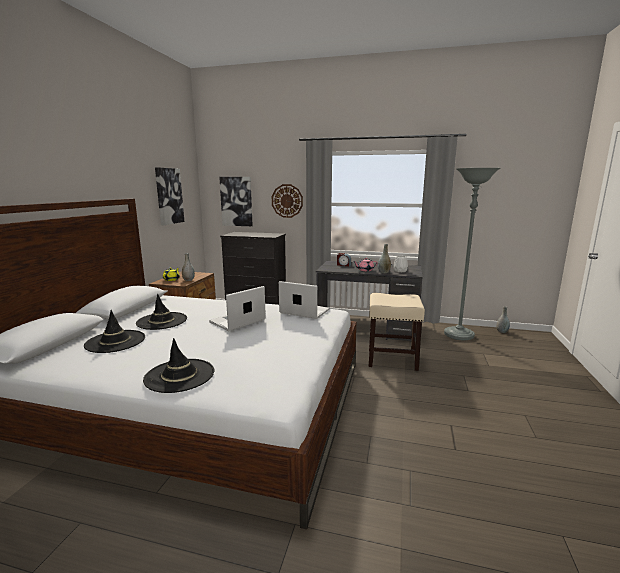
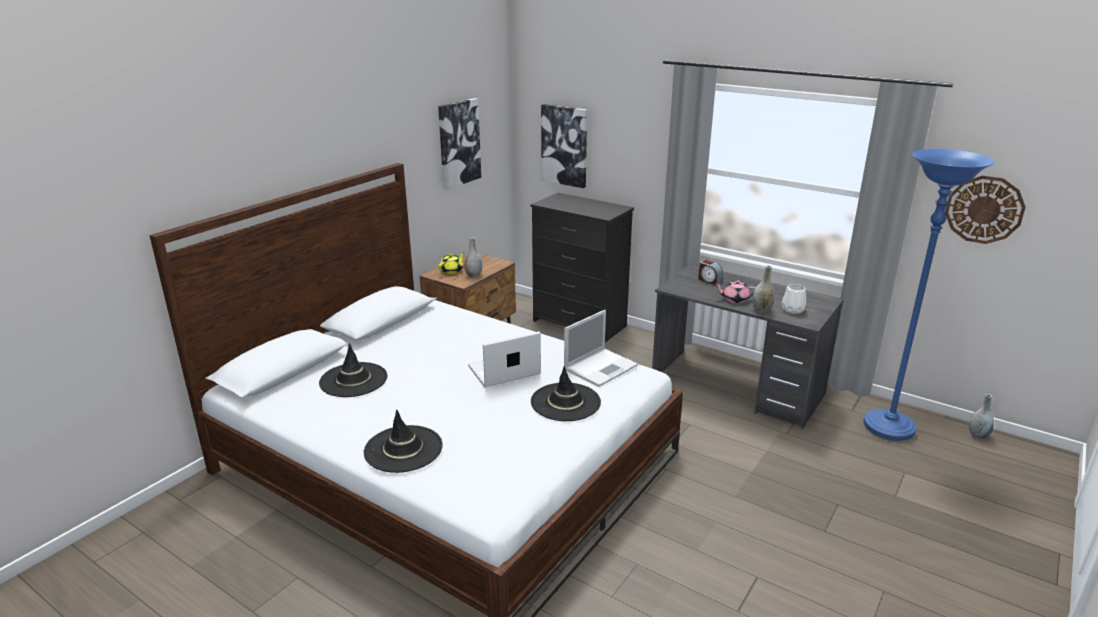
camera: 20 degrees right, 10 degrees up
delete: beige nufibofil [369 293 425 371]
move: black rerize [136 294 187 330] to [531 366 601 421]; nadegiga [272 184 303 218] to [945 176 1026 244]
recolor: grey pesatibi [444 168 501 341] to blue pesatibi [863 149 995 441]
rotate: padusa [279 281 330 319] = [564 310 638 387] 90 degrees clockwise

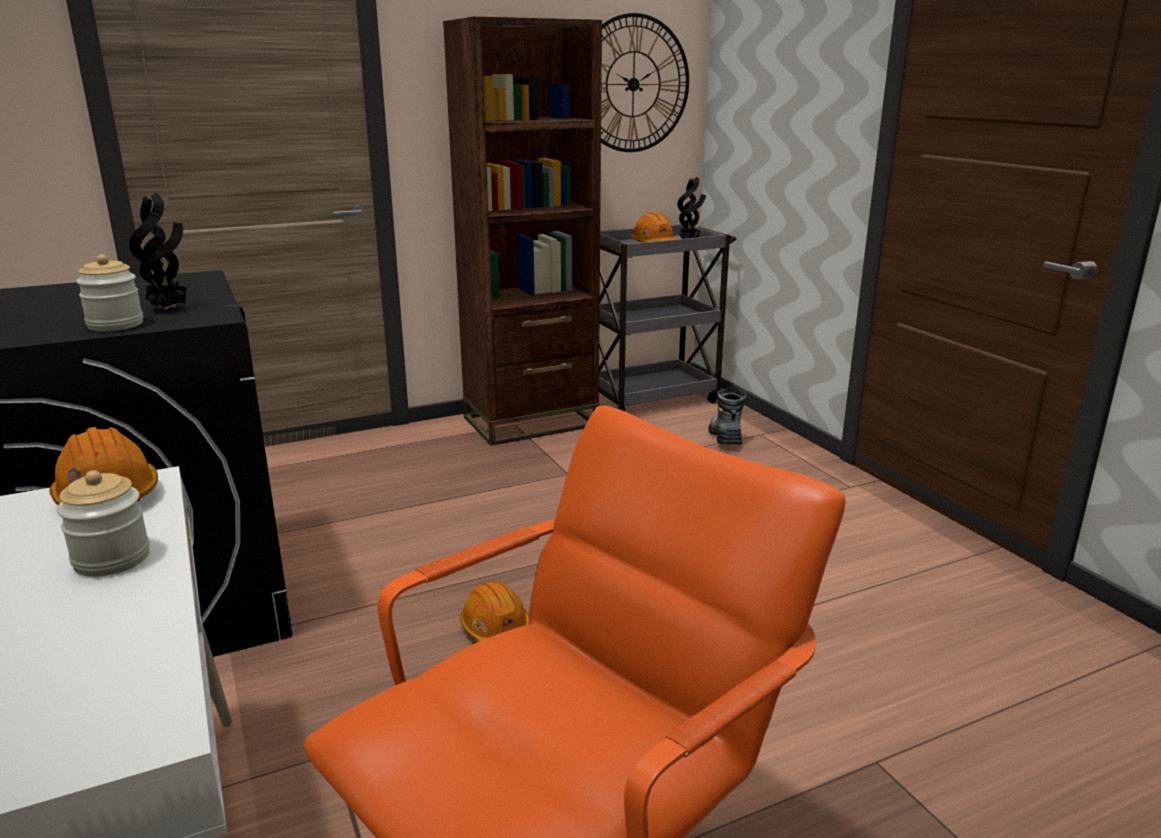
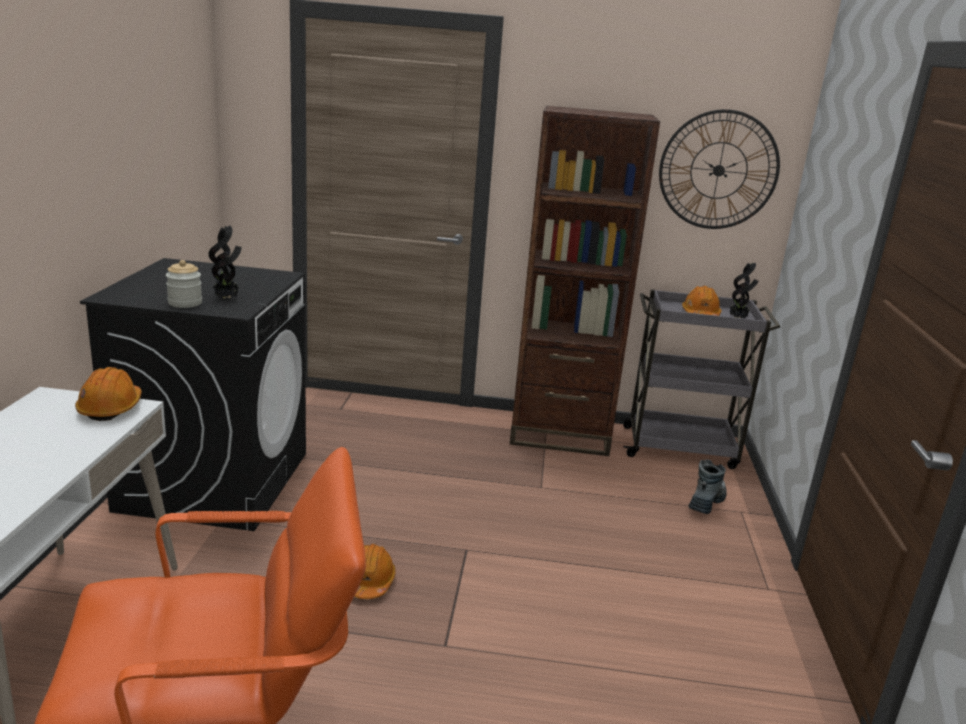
camera: 30 degrees right, 0 degrees up
delete: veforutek [57 470 150 577]

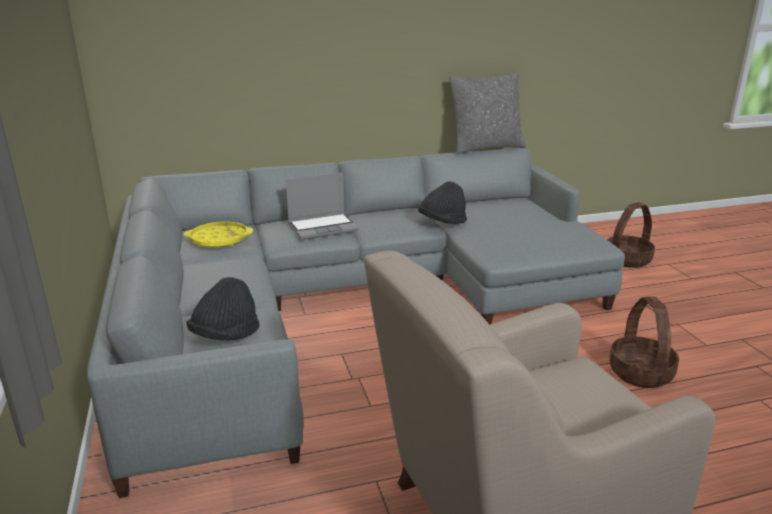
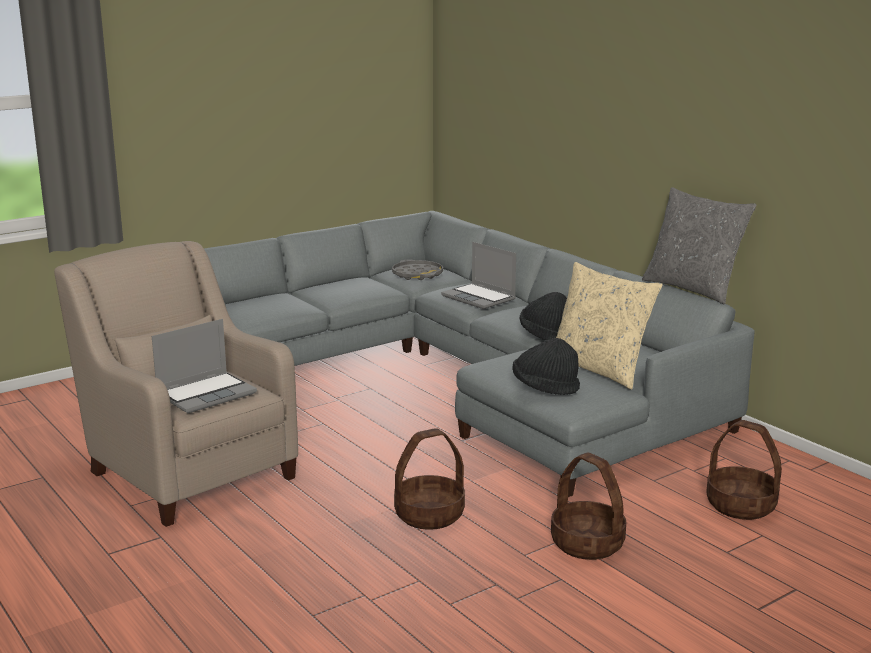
camera: 70 degrees right, 5 degrees down
insert: padusa [152 319 257 413]; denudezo [551 453 626 560]; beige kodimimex [556 262 663 389]
move: black rerize [186 277 260 341] to [513 338 580 395]
recolor: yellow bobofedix [184 221 253 248] to grey bobofedix [392 259 443 280]

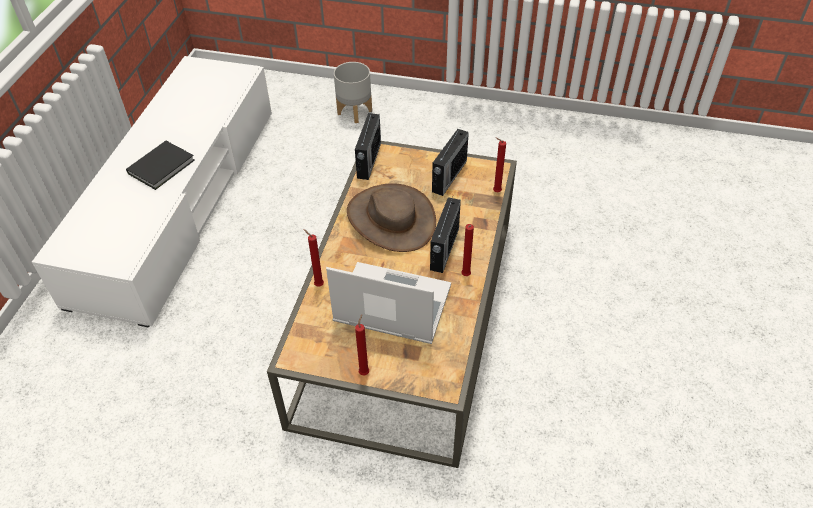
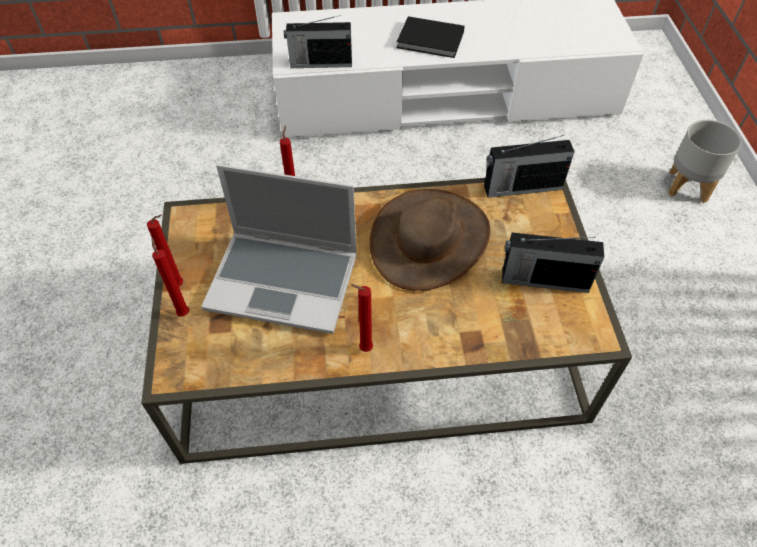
camera: 70 degrees right, 5 degrees up
move: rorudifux [430 197 461 273] to [284 15 352 68]; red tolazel [493 138 506 192] to [151 237 189 317]
rotate: padusa [326 262 451 344] = [201 164 357 334] 105 degrees clockwise

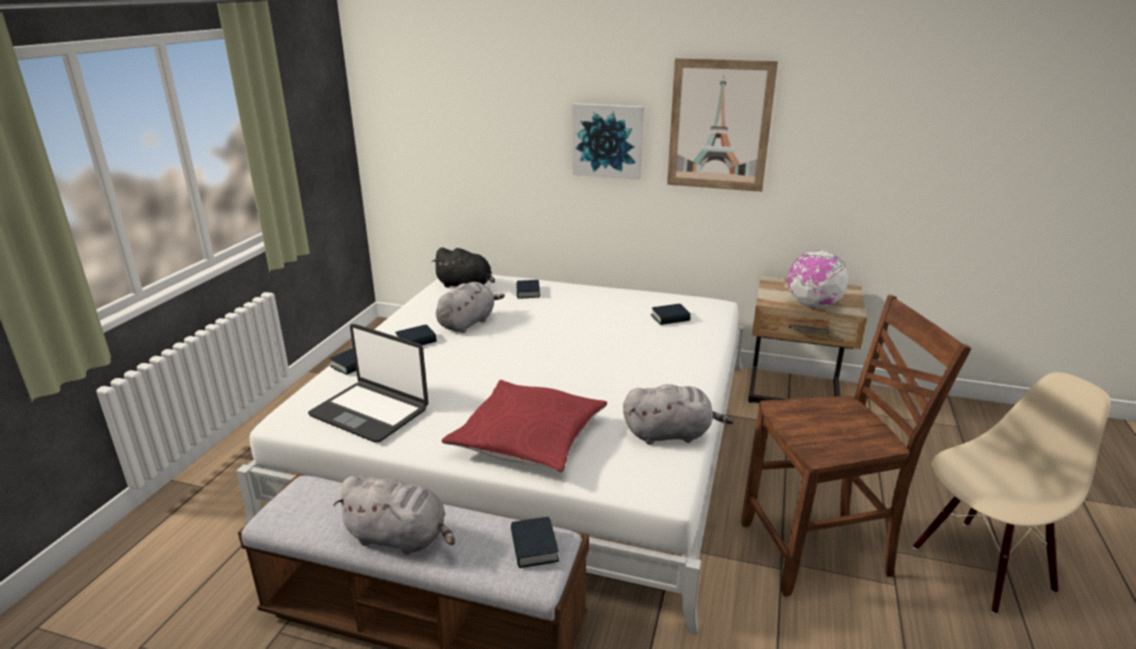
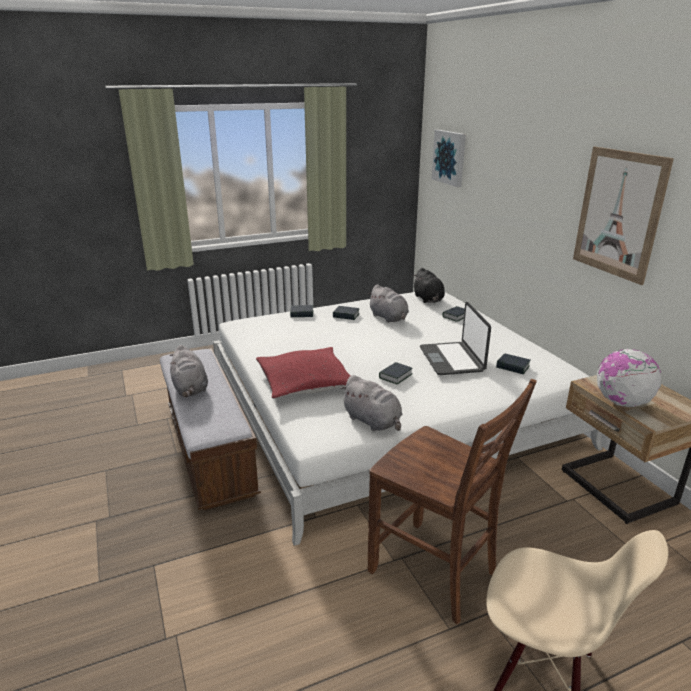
camera: 50 degrees right, 0 degrees up
move: padusa [308 324 428 443] to [420 302 491 375]; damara [511 517 559 568] to [379 362 413 384]; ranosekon [572 103 644 180] to [432 130 466 187]
rotate: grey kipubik [436 282 505 333] = [367 284 409 323] 60 degrees clockwise

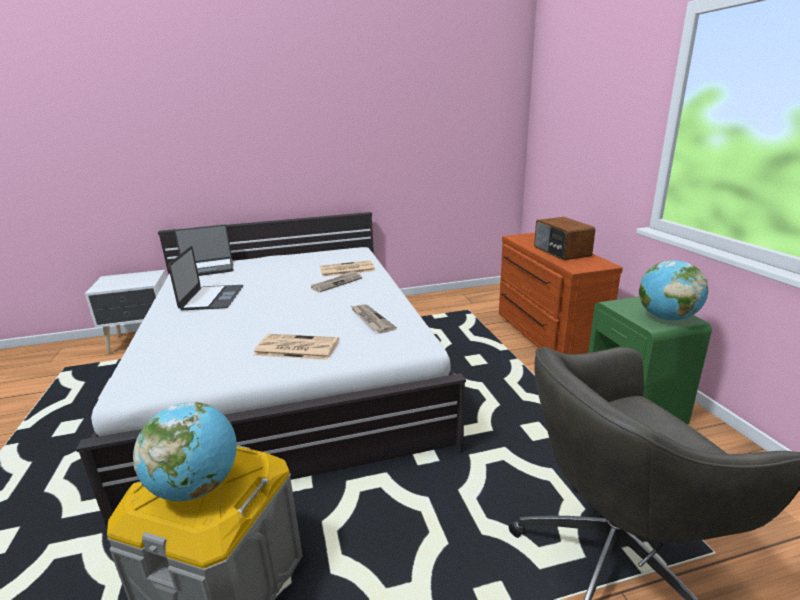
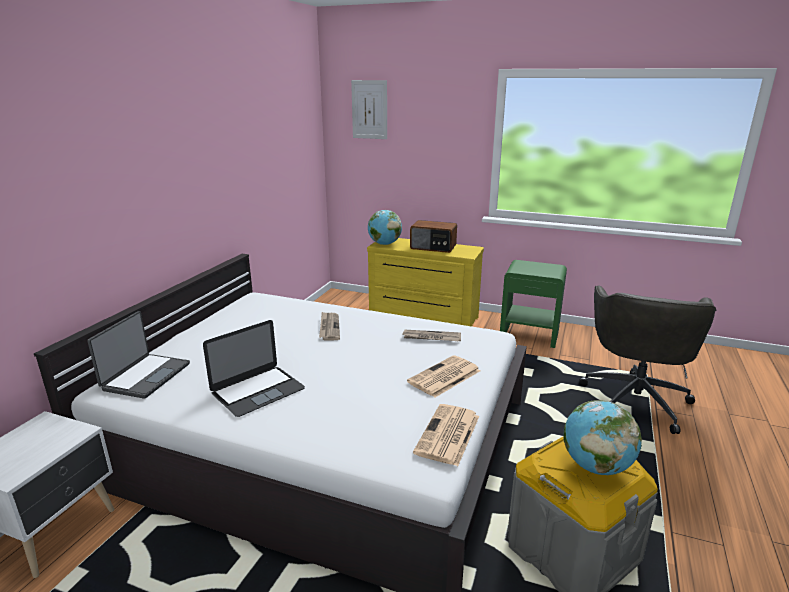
camera: 55 degrees left, 0 degrees up
insert: ranosekon [351 80 387 139]
move: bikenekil [320 260 375 277] to [413 404 479 466]; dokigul [639 260 708 321] to [368 210 402 245]
recolor: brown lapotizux [499 233 623 354] to yellow lapotizux [367 238 484 326]
rotate: padusa [168 246 244 310] = [203 320 305 417] 105 degrees clockwise

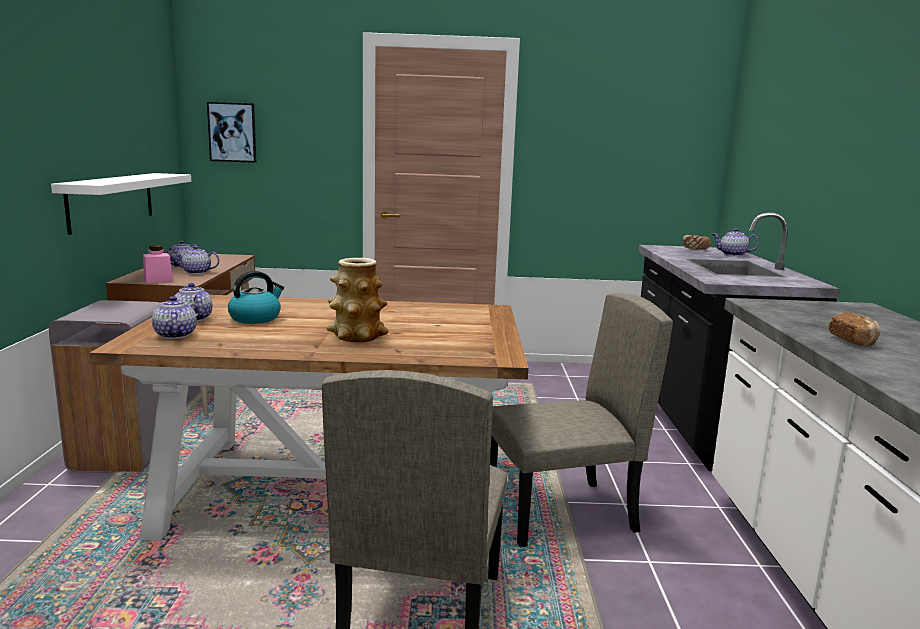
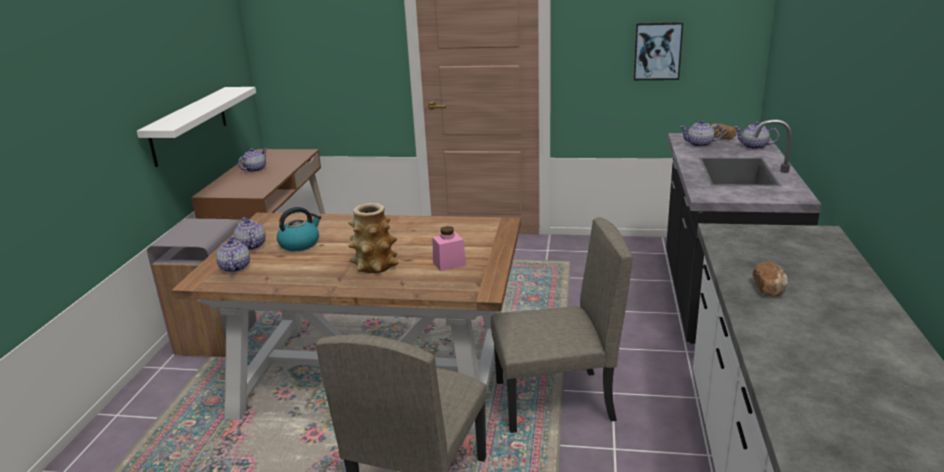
camera: 10 degrees right, 10 degrees up
move: pink veforutek [143 245 173 283] to [432 226 466 271]; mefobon [173 246 220 274] to [680 120 723 147]; ranosekon [207 102 256 163] to [634 22 683 80]

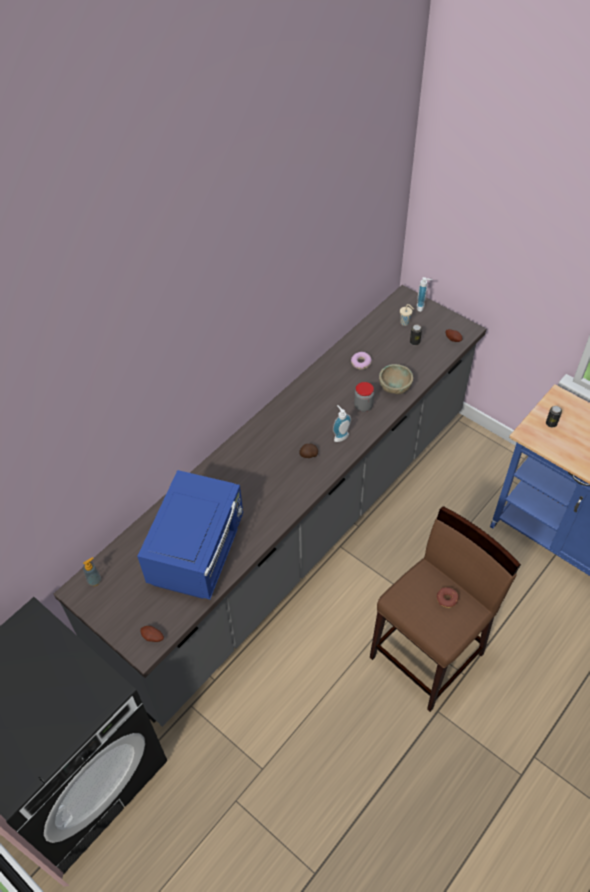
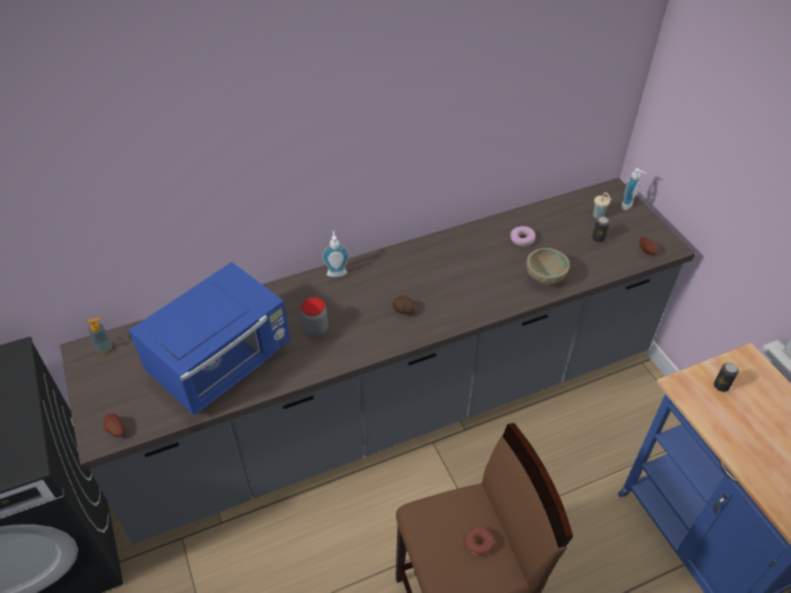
camera: 25 degrees right, 5 degrees down
move: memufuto [333 405 351 442] to [322 231 349 277]; veforutek [354 382 374 412] to [301 297 328 336]

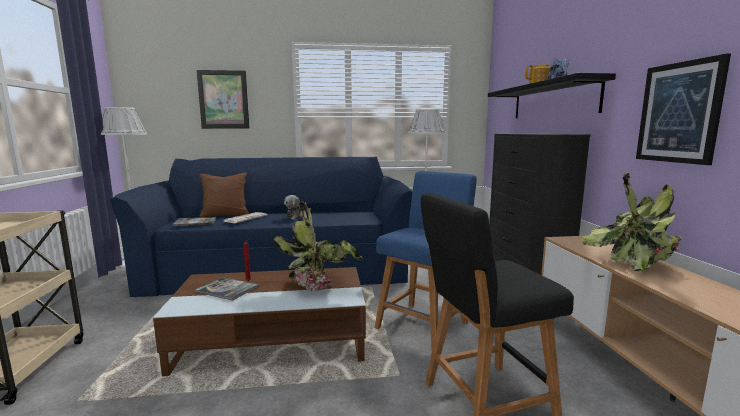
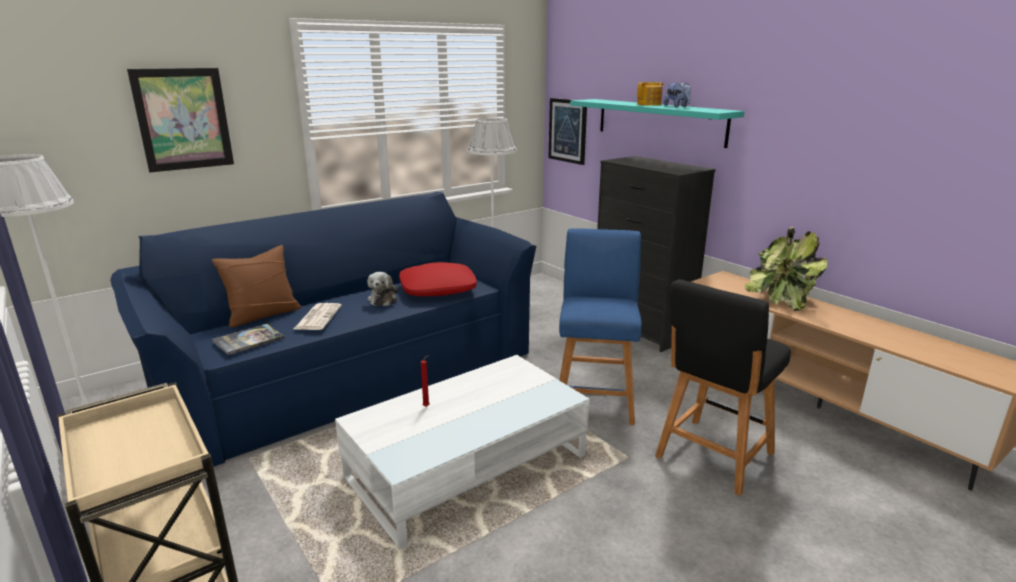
camera: 30 degrees left, 10 degrees up
delete: damara [195 277 259 301]; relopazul [274 202 363 291]
insert: red kodimimex [399 262 477 297]
move: ranosekon [636 53 731 165] to [548 98 587 165]
recolor: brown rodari [153 267 366 377] to white rodari [335 355 589 550]; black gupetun [488 73 616 118] to turquoise gupetun [570 99 745 148]

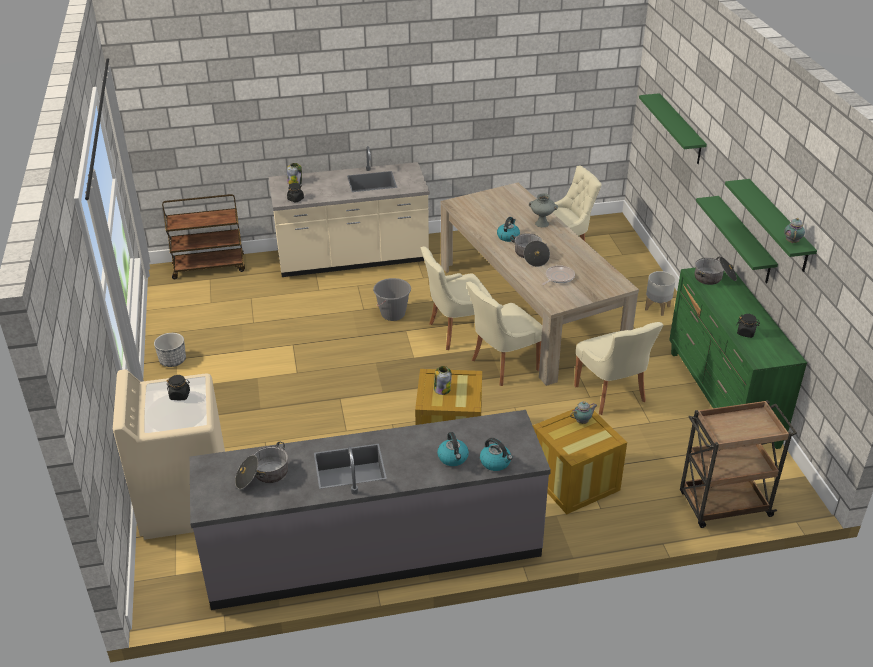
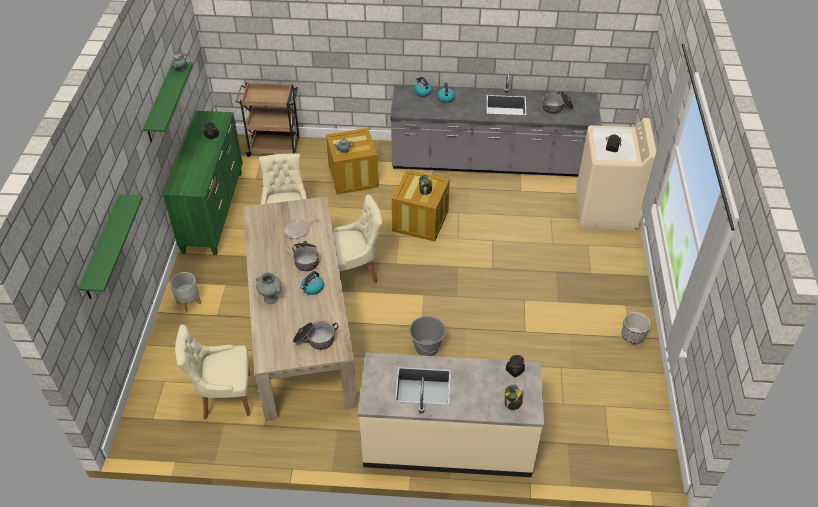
camera: 165 degrees left, 10 degrees up
delete: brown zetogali [162 194 245 279]; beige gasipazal [421 246 492 350]; green gupetun [696 196 778 283]
move: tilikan [694 257 737 285] to [293 321 338 350]

